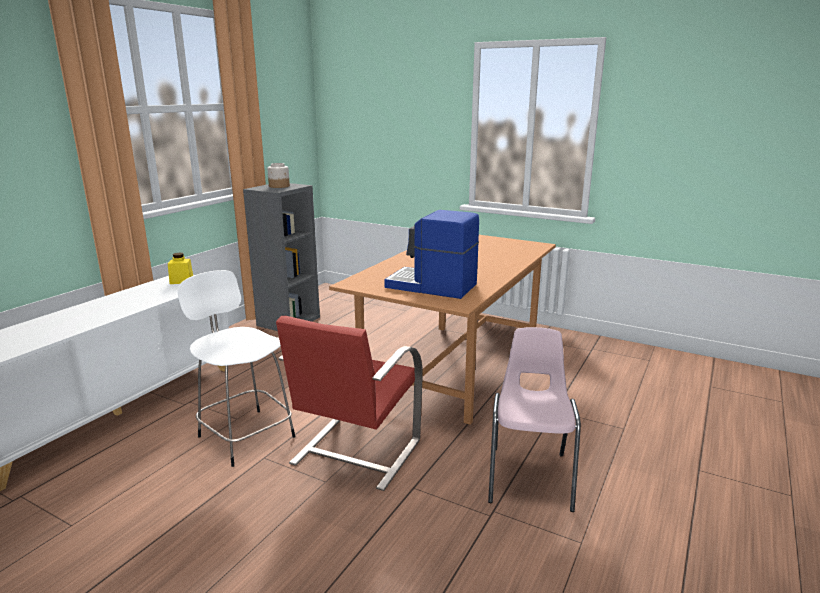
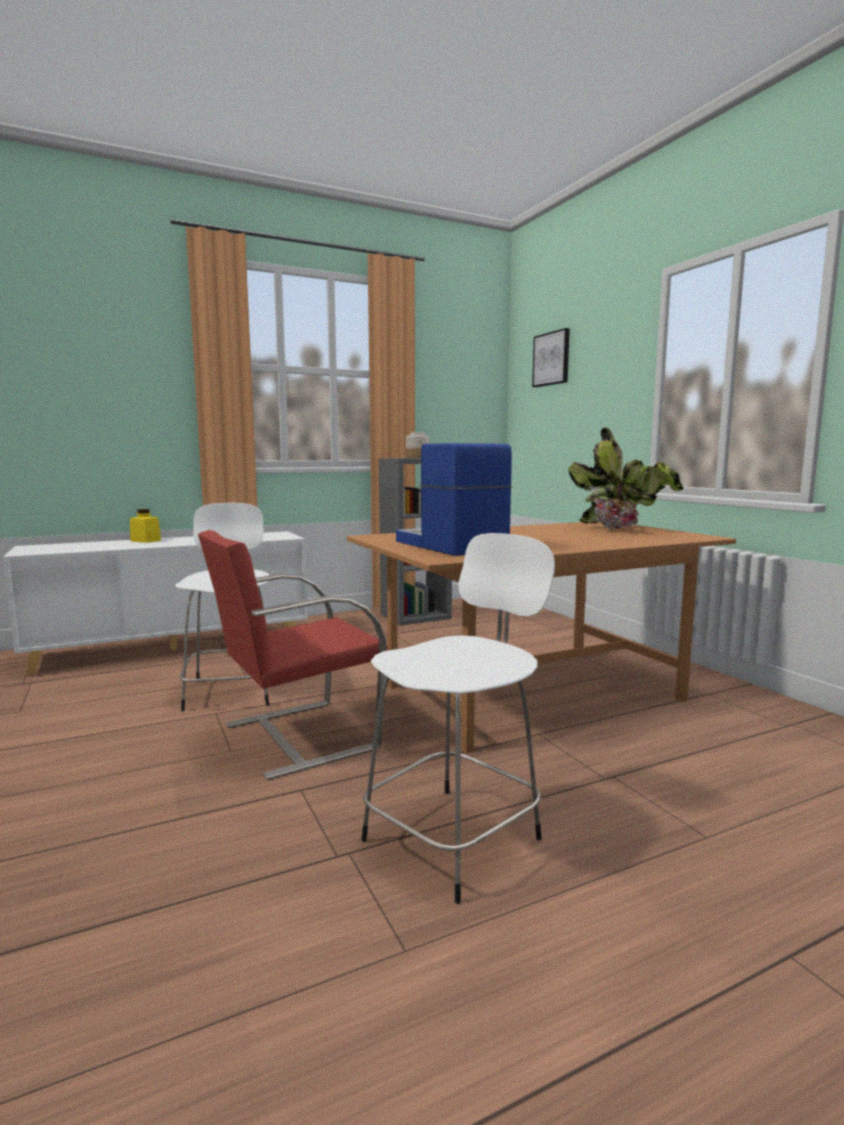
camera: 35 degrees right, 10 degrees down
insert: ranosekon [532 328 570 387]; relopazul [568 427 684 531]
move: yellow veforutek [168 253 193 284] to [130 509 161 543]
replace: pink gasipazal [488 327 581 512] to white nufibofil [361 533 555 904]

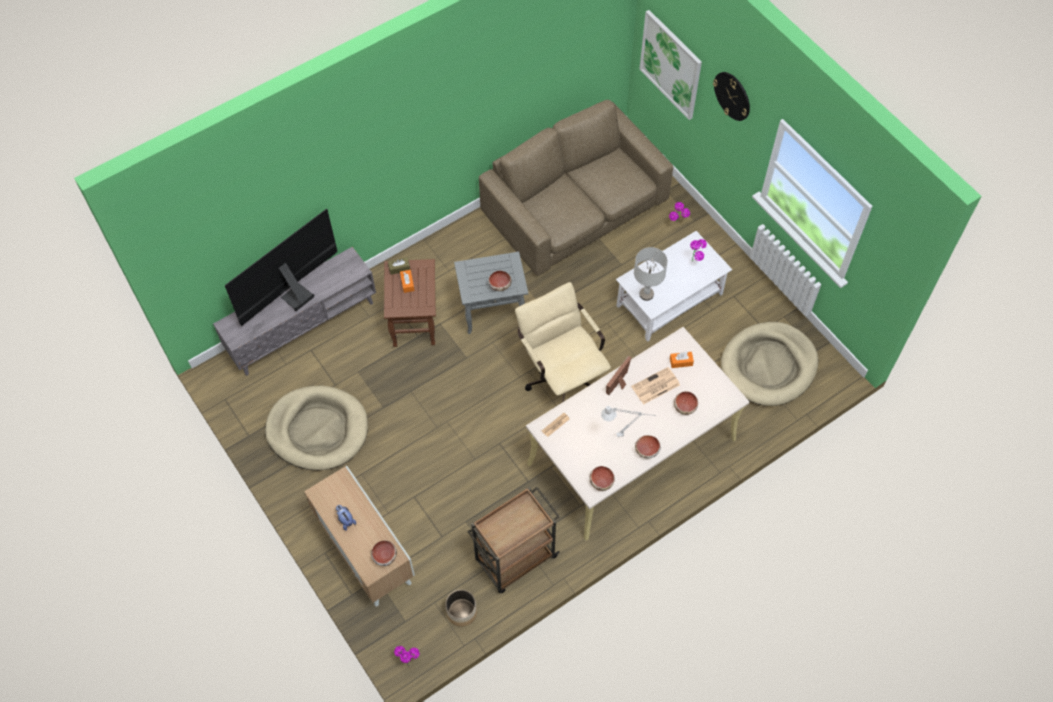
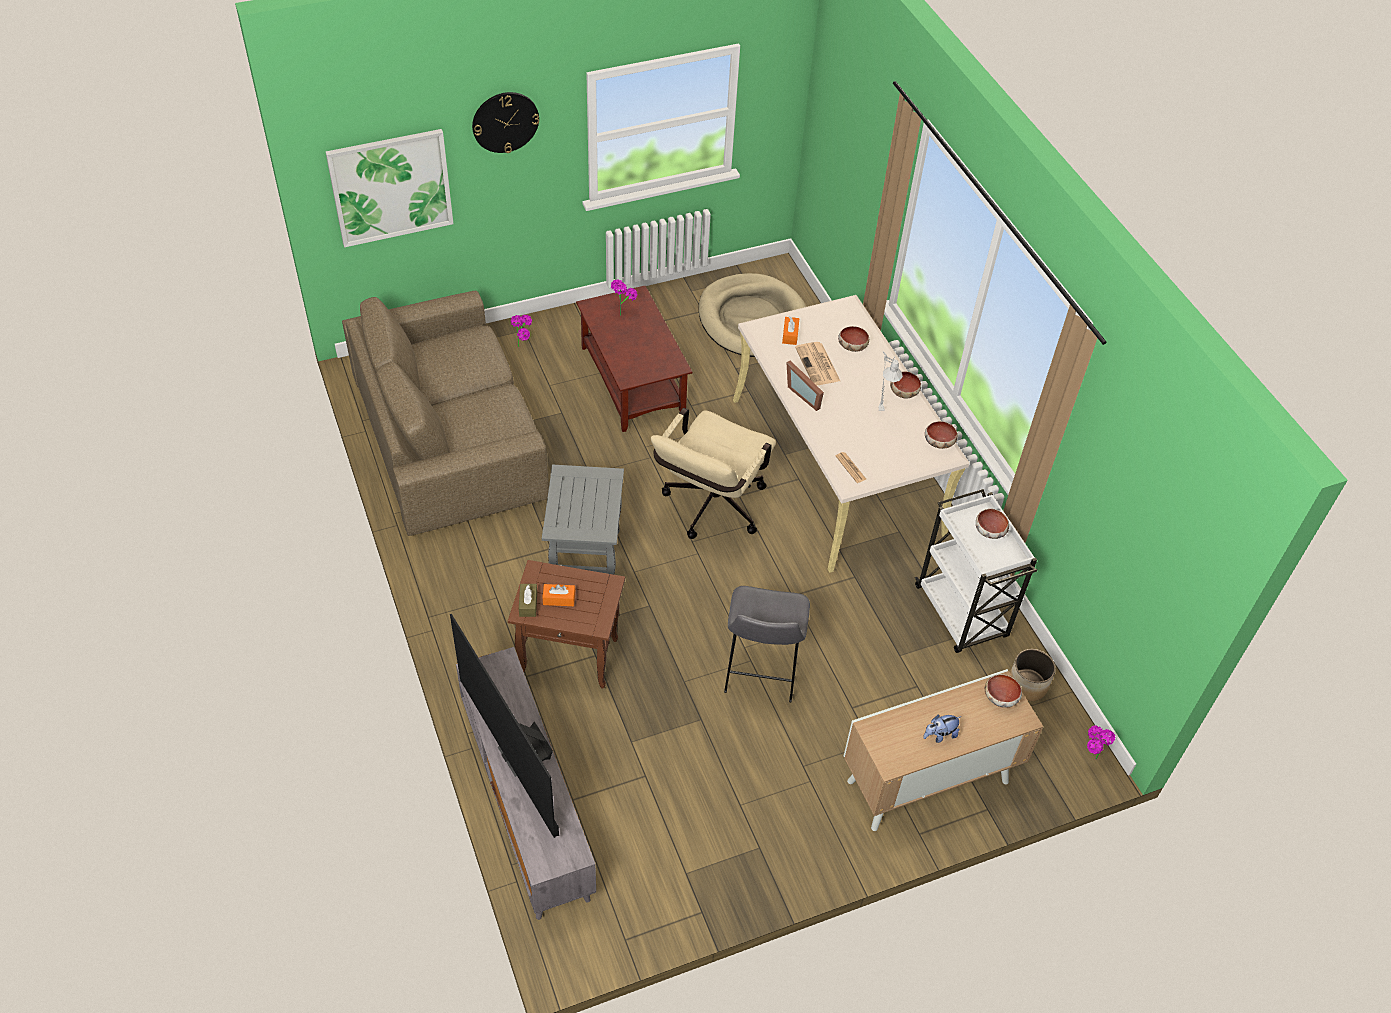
camera: 80 degrees left, 10 degrees down
delete: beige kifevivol [265 385 368 470]; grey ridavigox [634 247 668 301]
insert: grey nufibofil [724 586 810 702]
move: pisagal [488 271 512 291] to [976 509 1009 539]
recolor: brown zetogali [467 487 560 593] to white zetogali [915 489 1037 653]; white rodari [616 231 732 342] to brown rodari [576 286 692 432]
rotate: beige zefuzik [515 282 611 402] = [651 408 776 539] 45 degrees counterclockwise

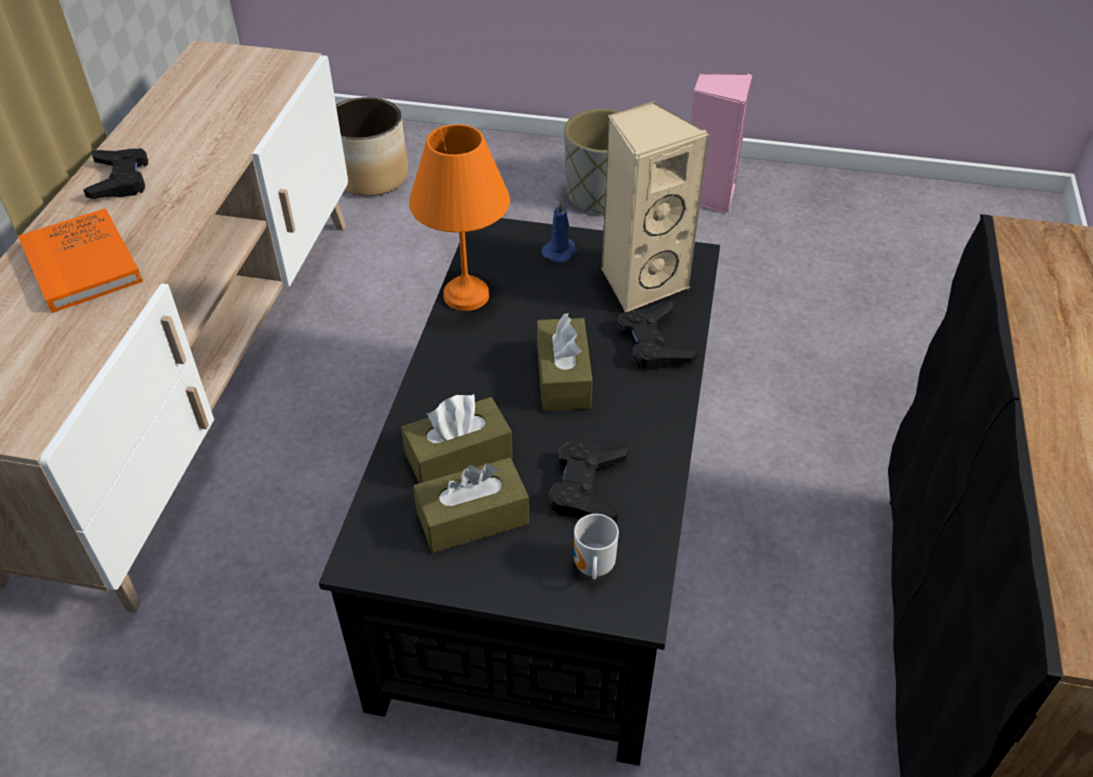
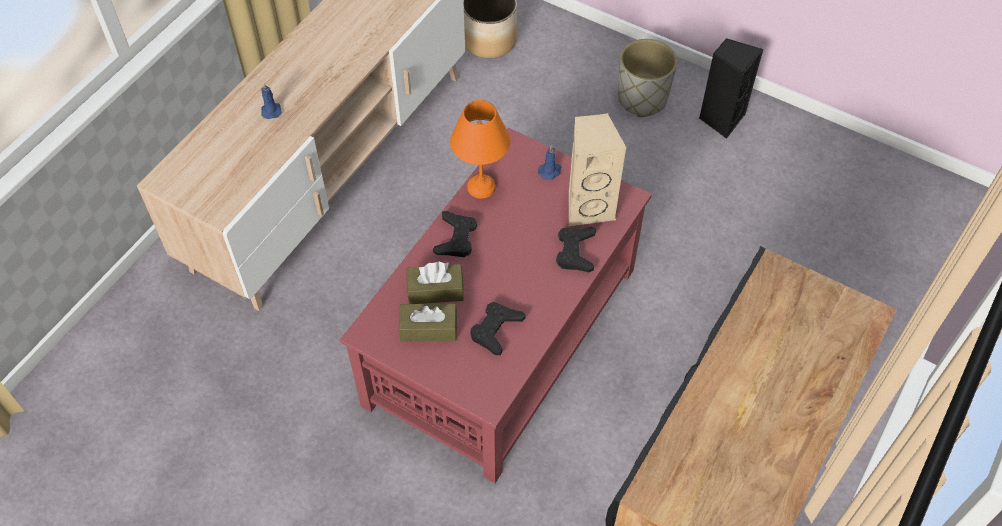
camera: 20 degrees right, 10 degrees up
delete: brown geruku [537 313 593 411]; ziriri [574 514 619 580]
move: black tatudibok [83 148 148 199] to [433 211 477 257]
replace: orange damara [18 208 143 313] to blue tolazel [261 83 282 119]
recolor: black rodari [319 218 720 766] to red rodari [340 128 652 483]; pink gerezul [691 73 753 214] to black gerezul [699 38 763 139]

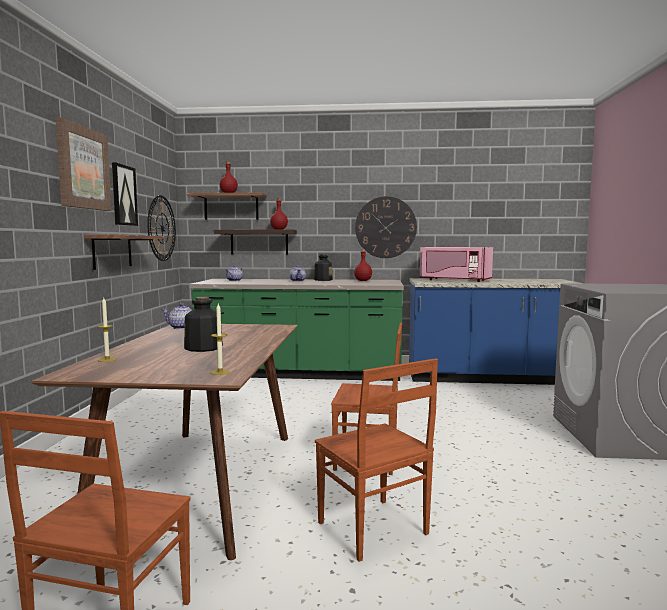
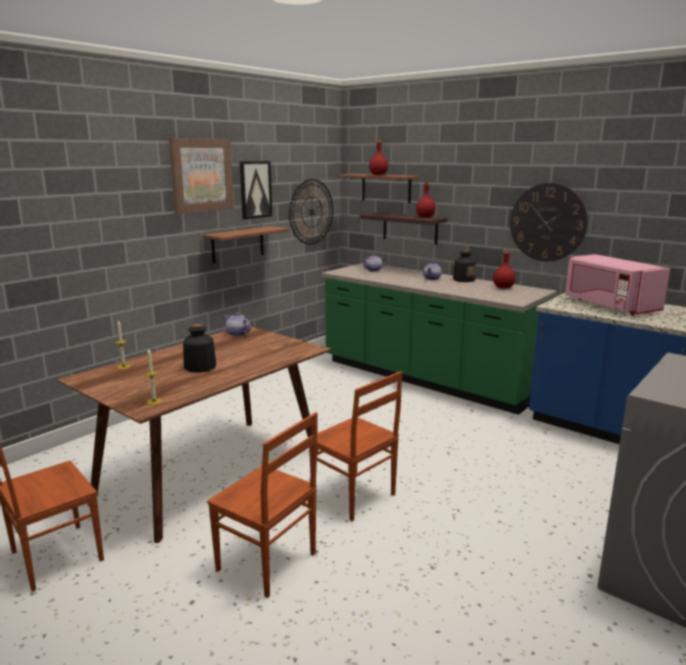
camera: 35 degrees right, 10 degrees up
rotate: brown gasipazal [315 358 438 562] = [207 412 318 598] 60 degrees counterclockwise

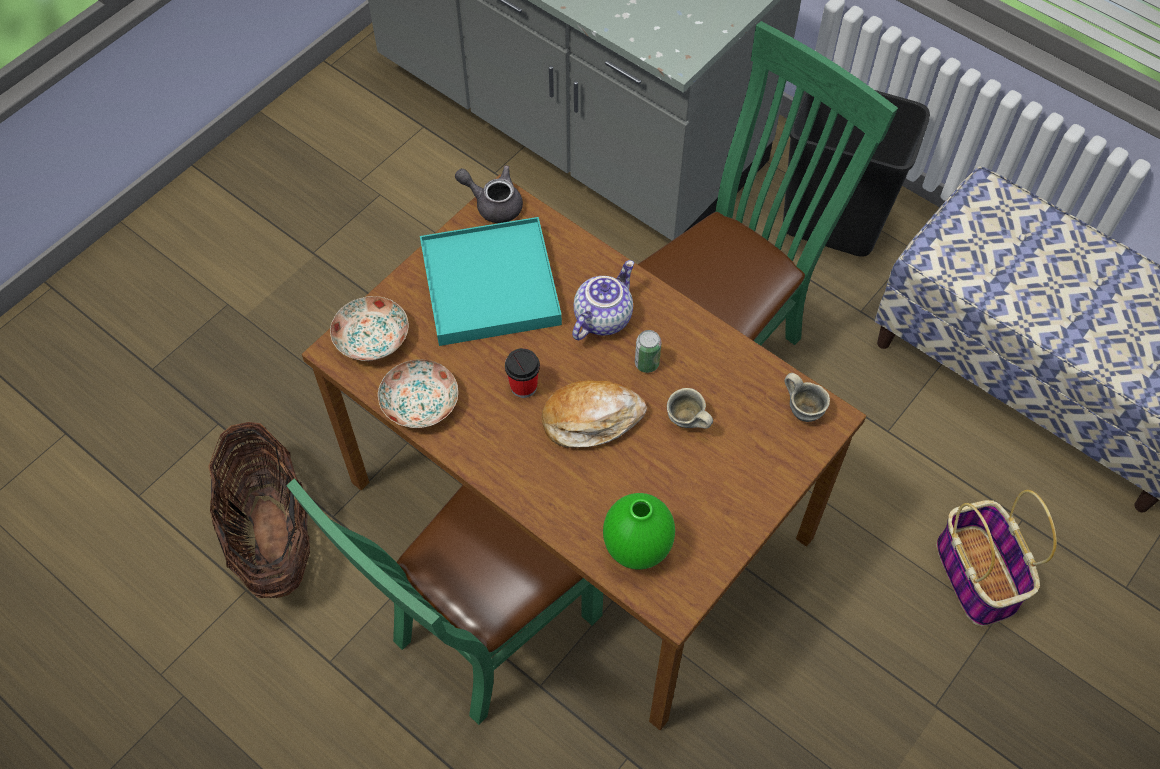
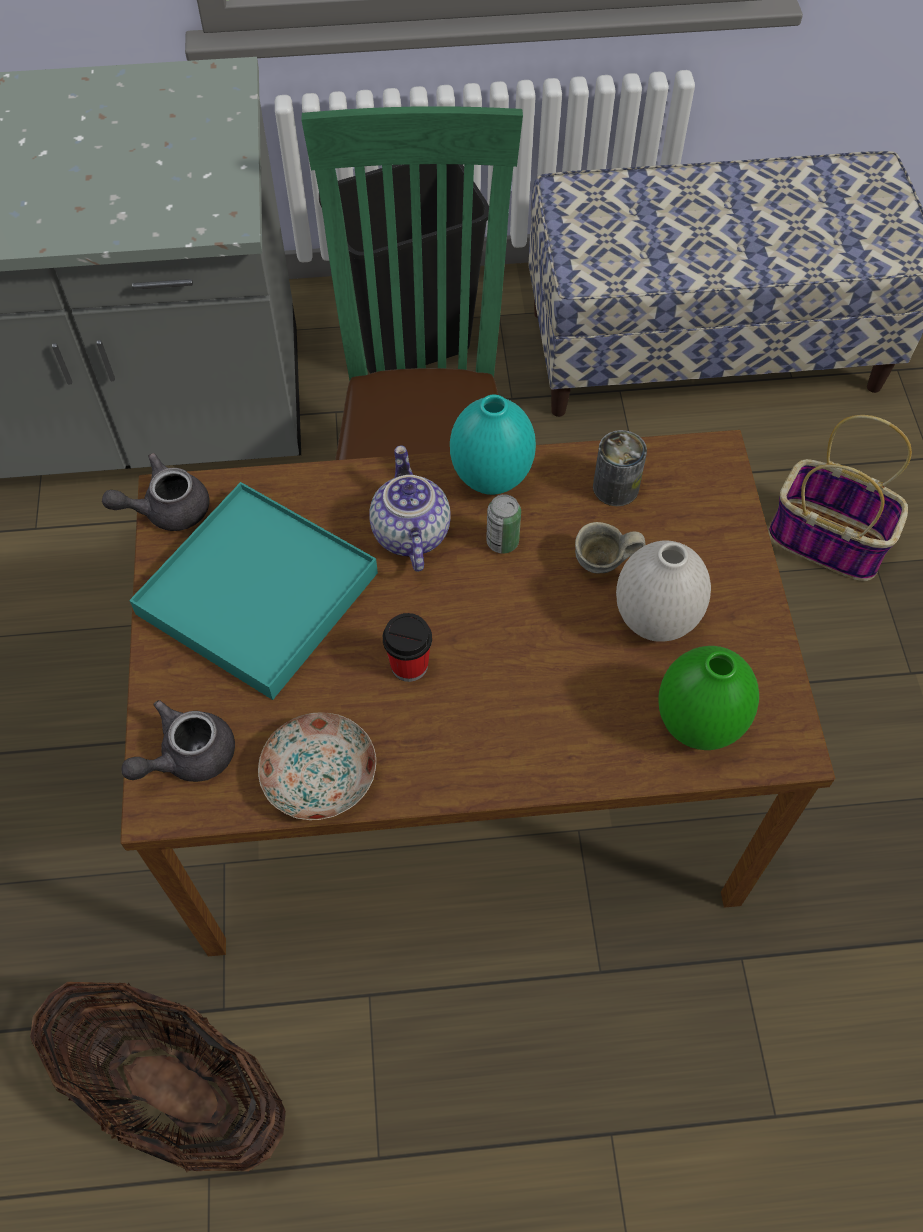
camera: 45 degrees left, 0 degrees up
delete: green gasipazal [286 479 603 725]; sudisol [542 380 647 448]; grey ziriri [784 373 830 422]
insert: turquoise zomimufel [450 395 536 495]; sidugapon [593 430 647 506]; white zomimufel [616 541 711 642]
replace: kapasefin [330 296 408 361] to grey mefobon [121 700 235 782]

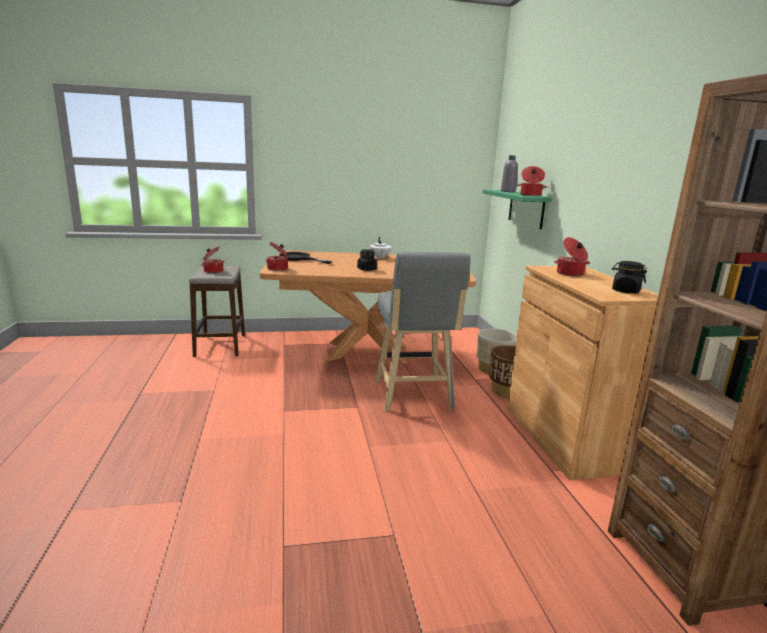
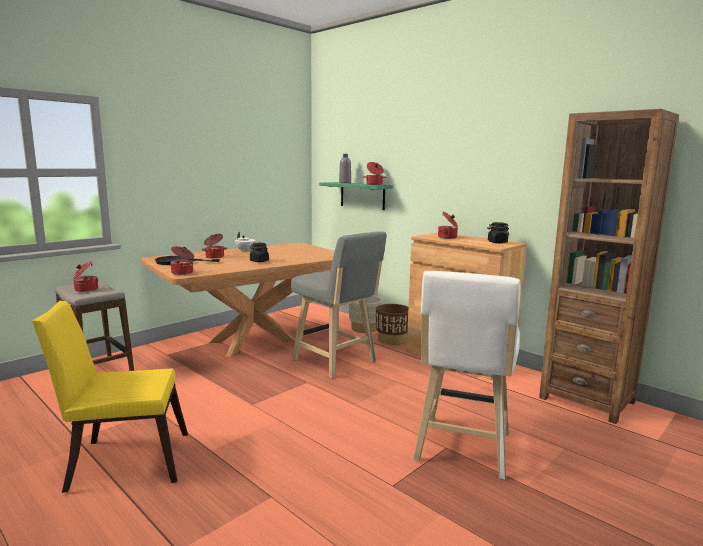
camera: 35 degrees left, 5 degrees down
insert: yellow gasipazal [32 301 188 493]; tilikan [201 234 228 259]; white nufibofil [413 271 521 480]

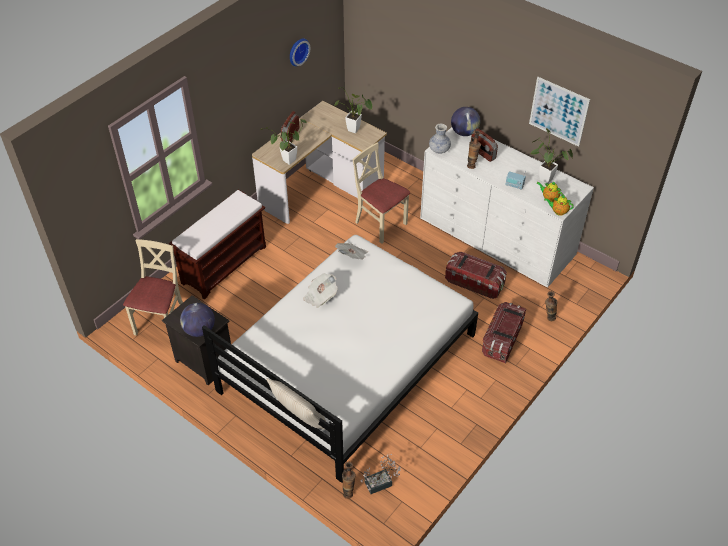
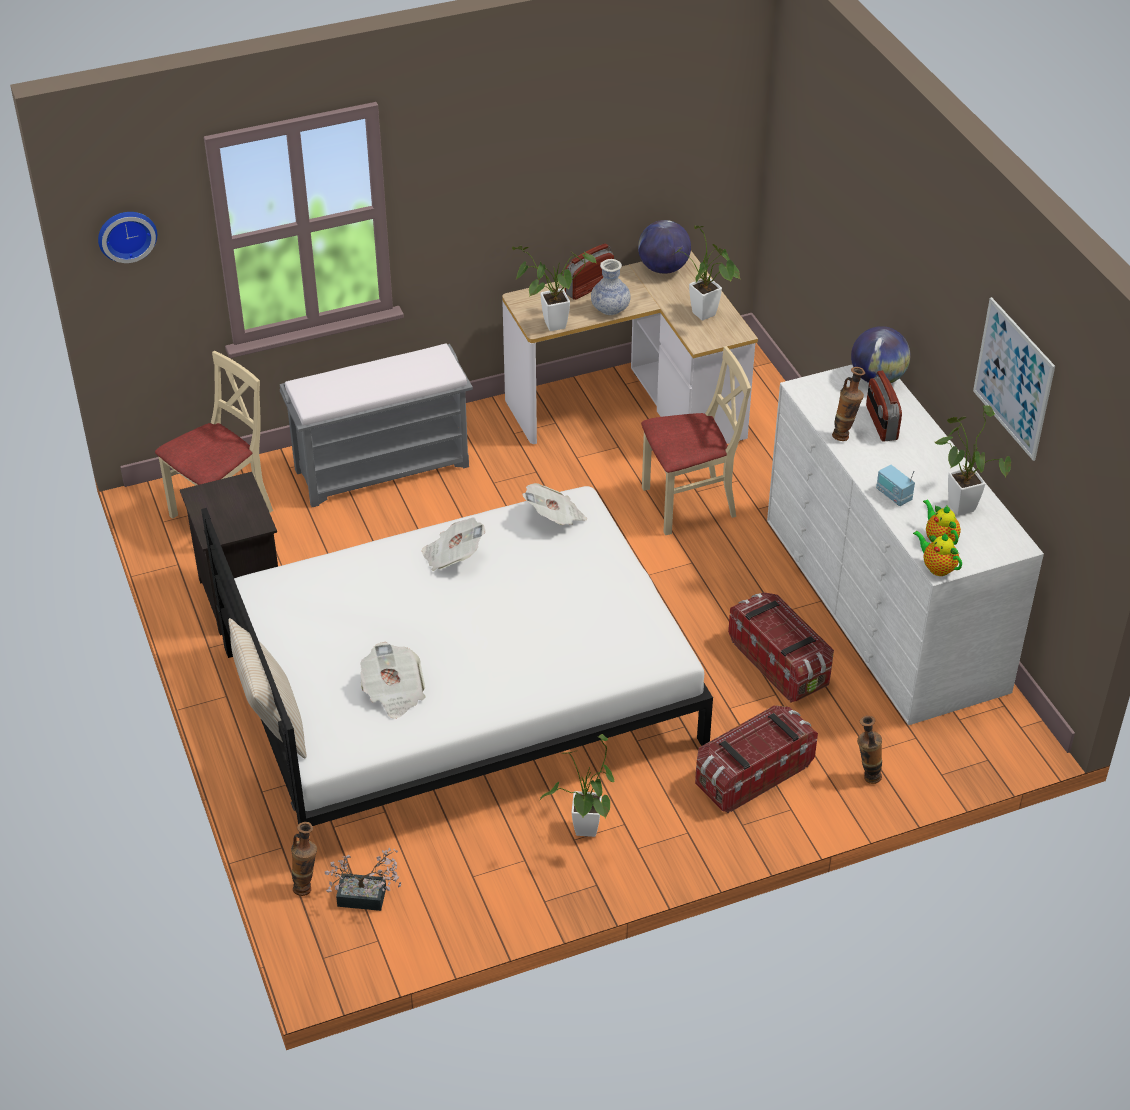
camera: 30 degrees right, 5 degrees down
insert: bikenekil [360 642 426 719]; relopazul [539 734 615 837]
move: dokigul [180 303 215 337] to [638 220 691 274]; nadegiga [290 39 310 66] to [98 212 157 263]; zomimufel [429 124 451 154] to [591 259 631 315]
recolor: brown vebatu [169 189 266 300] to grey vebatu [280 343 473 507]
rotate: beige gasipazal [352 143 410 243] = [641 346 751 535] 90 degrees clockwise

